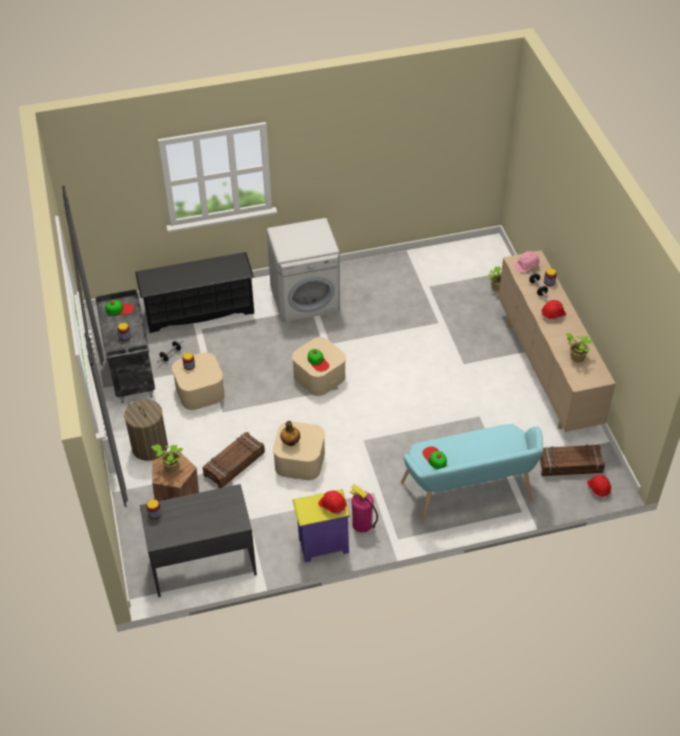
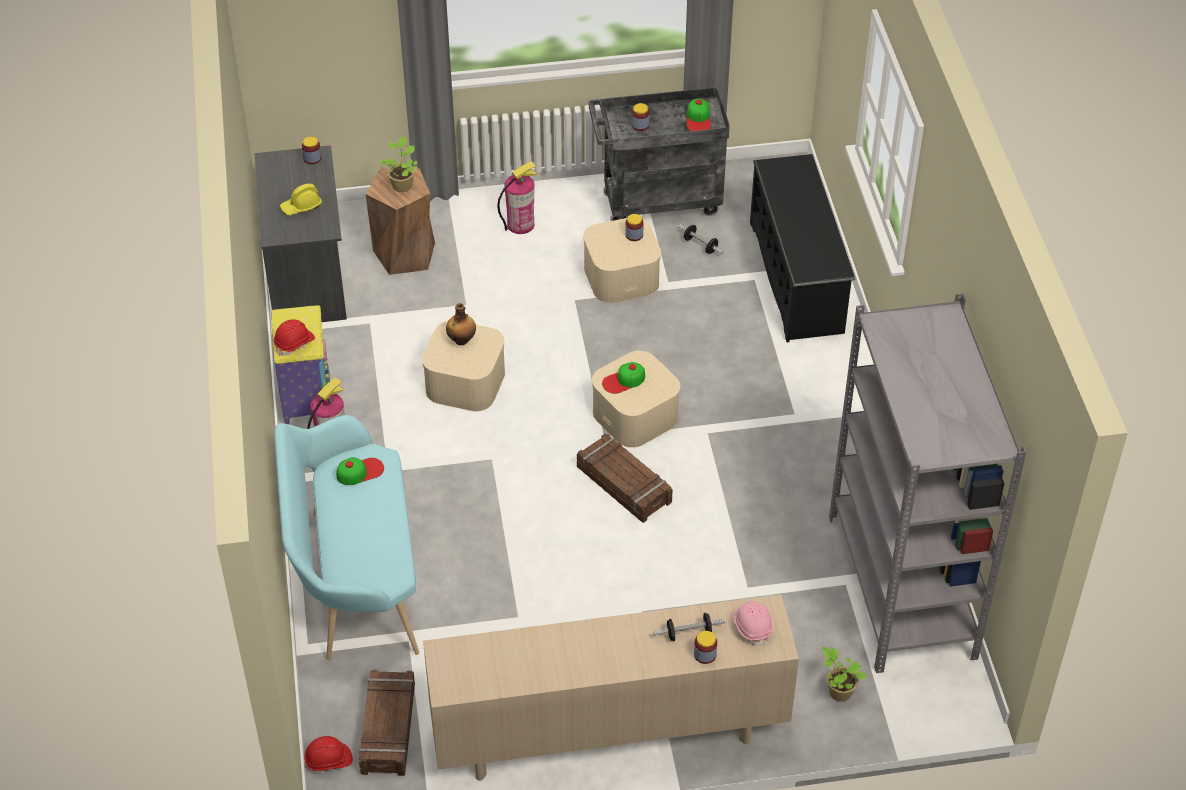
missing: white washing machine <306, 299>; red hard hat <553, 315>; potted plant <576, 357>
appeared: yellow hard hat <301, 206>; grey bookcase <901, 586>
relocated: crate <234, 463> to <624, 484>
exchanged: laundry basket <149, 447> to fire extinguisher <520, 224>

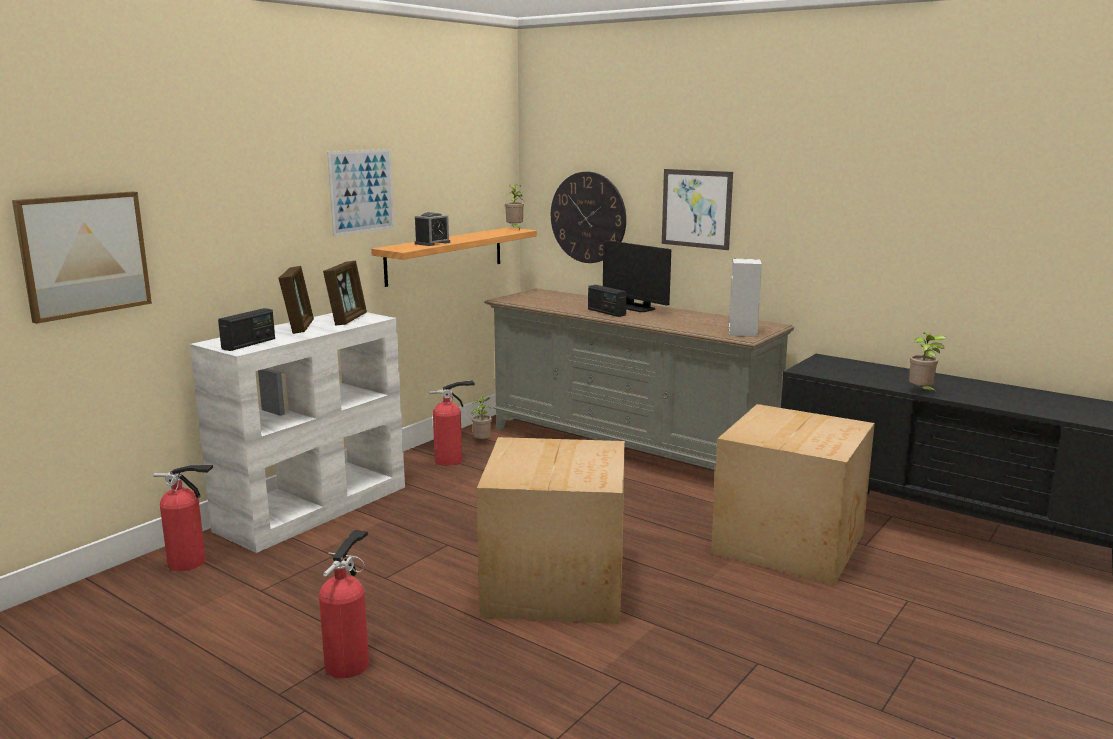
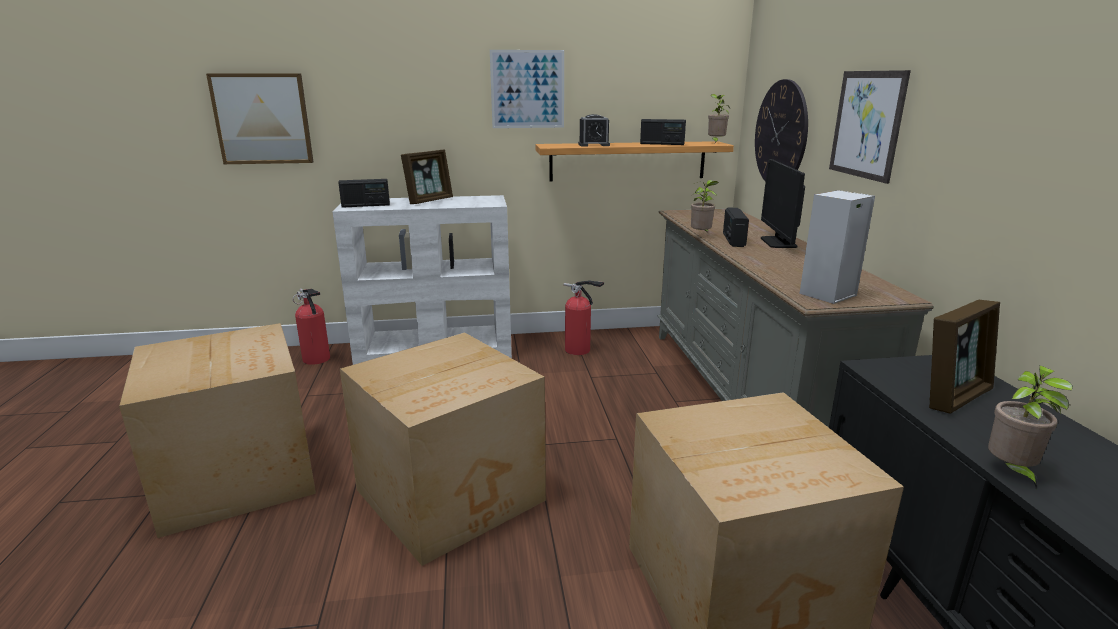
appeared: radio <662, 144>
relocated: picture frame <347, 319> to <954, 396>; potted plant <482, 442> to <701, 235>
exchanged: fire extinguisher <350, 662> to cardboard box <240, 474>

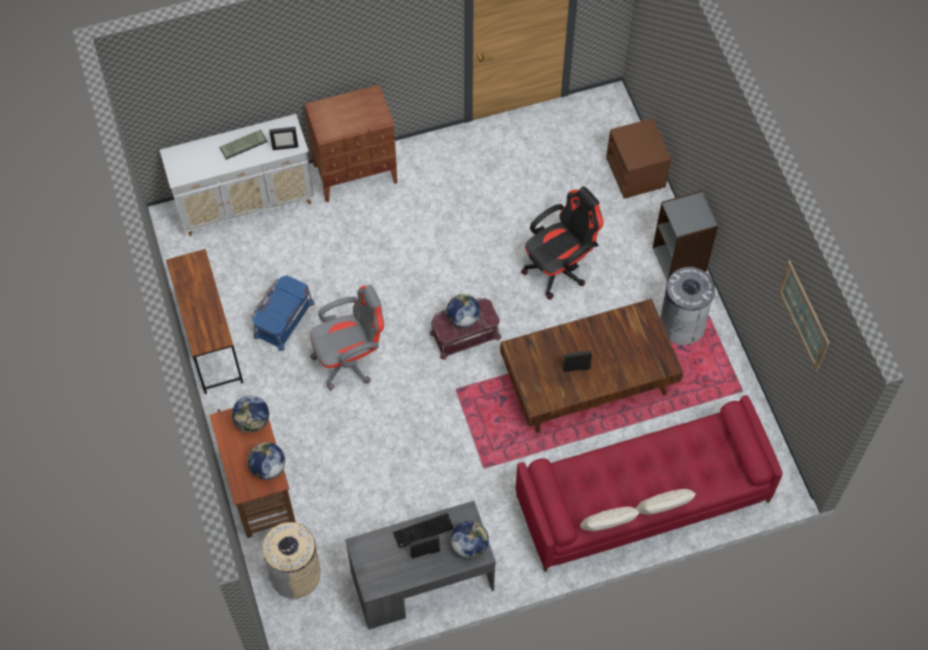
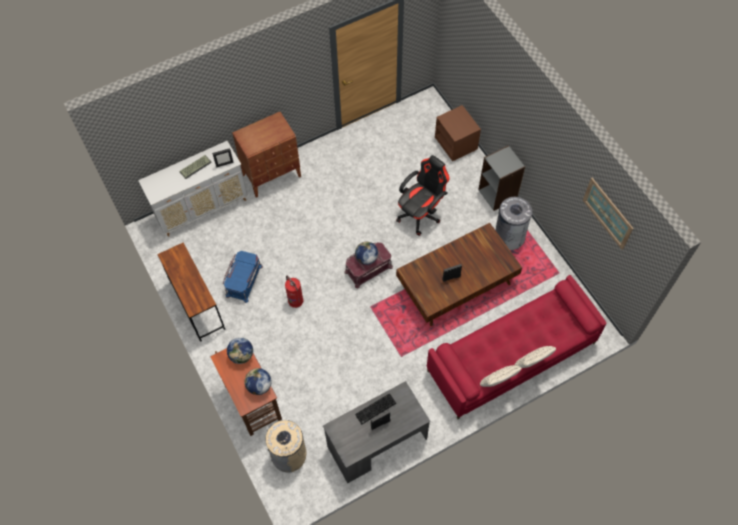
missing: globe <469, 545>
exchanged: grey office chair <350, 360> to fire extinguisher <295, 300>

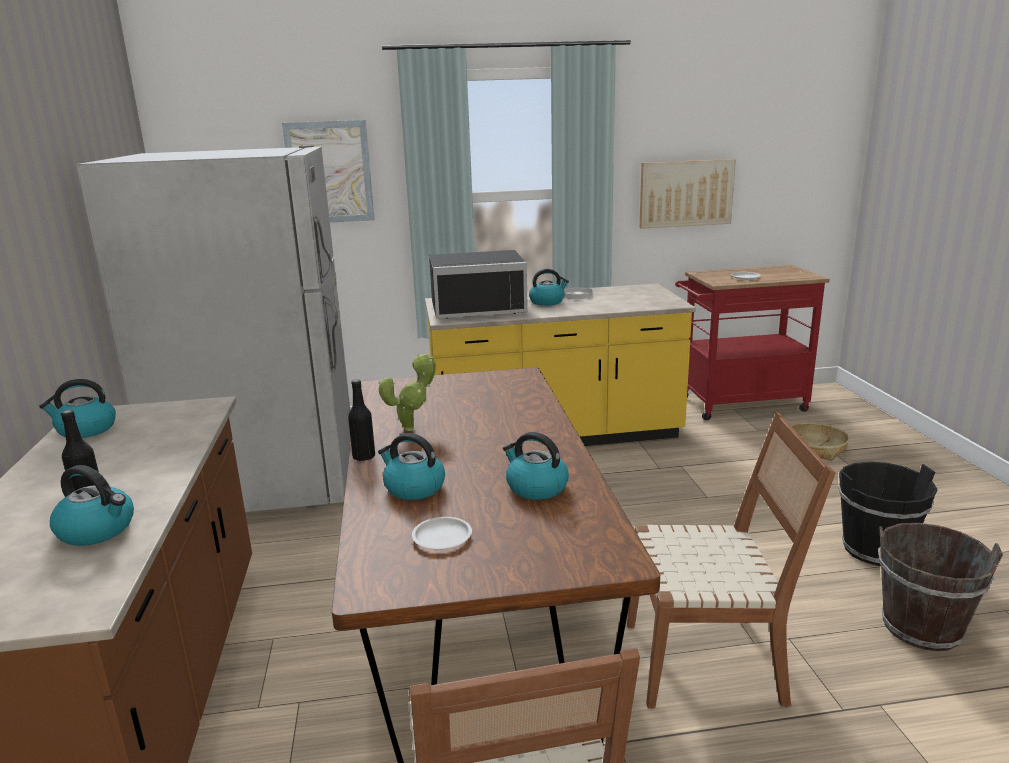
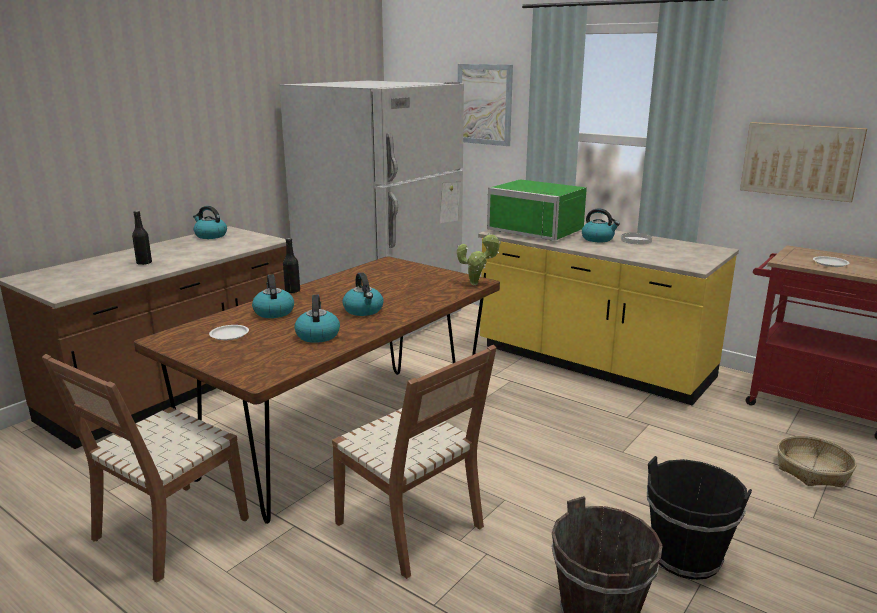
relocated: kettle <98, 530> to <364, 310>; potted plant <412, 427> to <476, 284>
colour: black microwave <478, 307> to green microwave <539, 230>

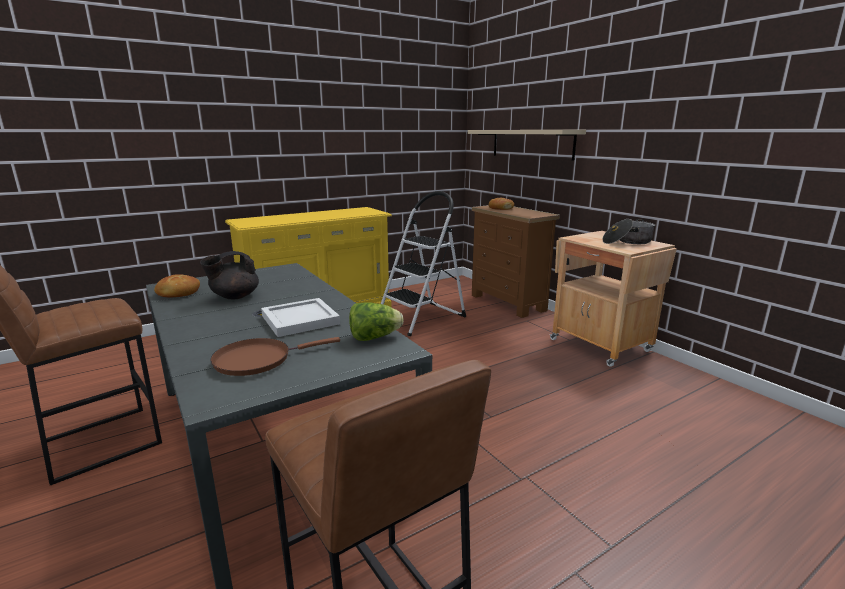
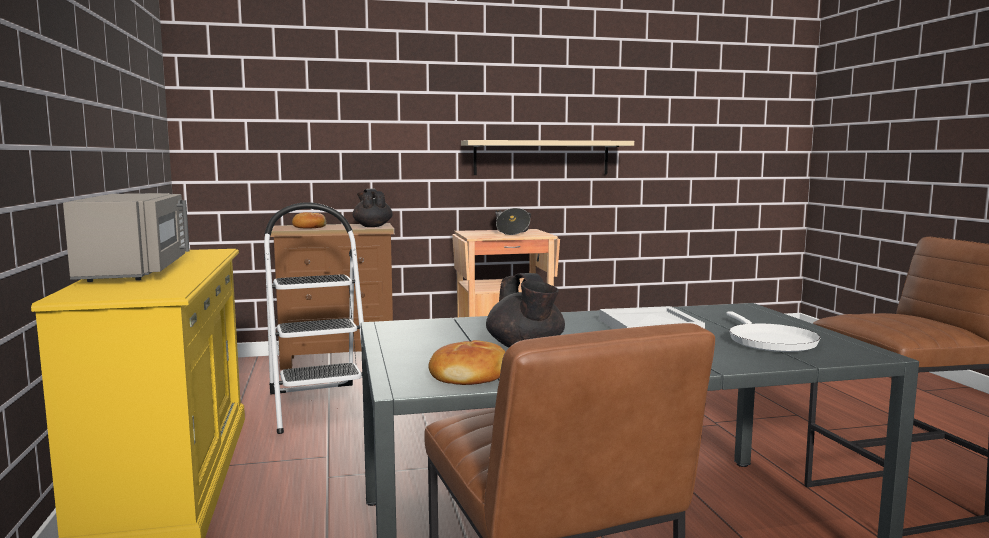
missing: lettuce <374, 337>
appeared: grey microwave <135, 271>; black teapot <372, 226>
relocated: beige shelf <531, 144> to <541, 158>
colour: brown frying pan <258, 360> to white frying pan <769, 341>

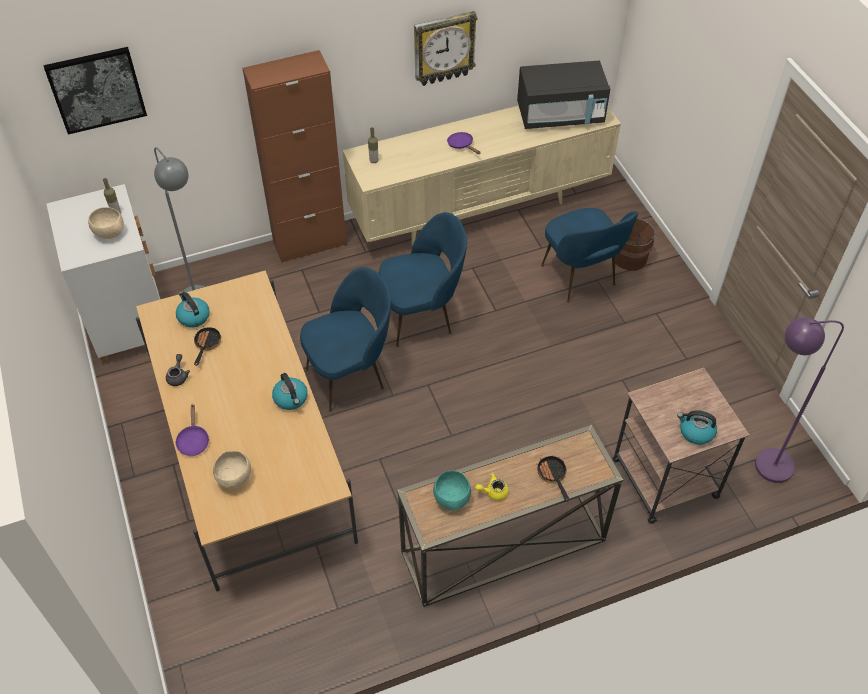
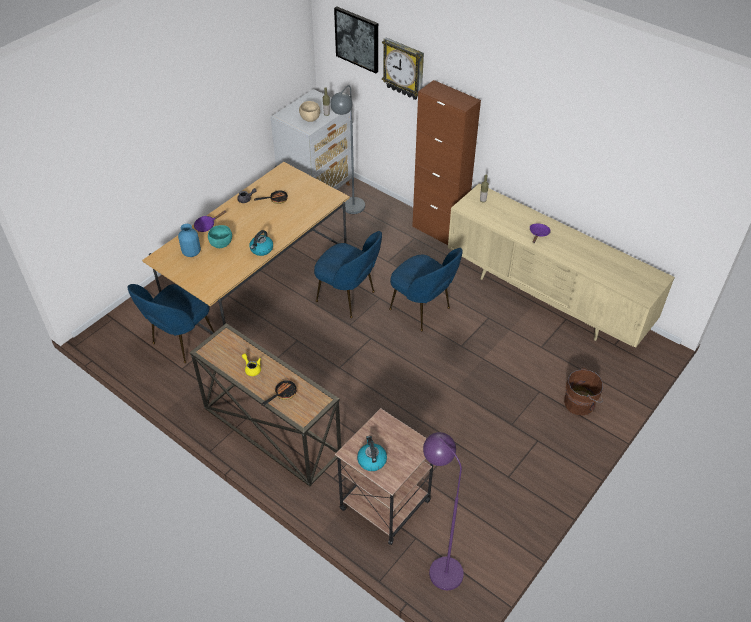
missing: kettle <193, 316>; black microwave <560, 115>
relocated: wall clock <443, 48> to <404, 69>; turquoise bowl <451, 499> to <221, 244>; blue chair <580, 279> to <180, 343>
exchanged: beige bowl <235, 478> to blue vase <192, 252>

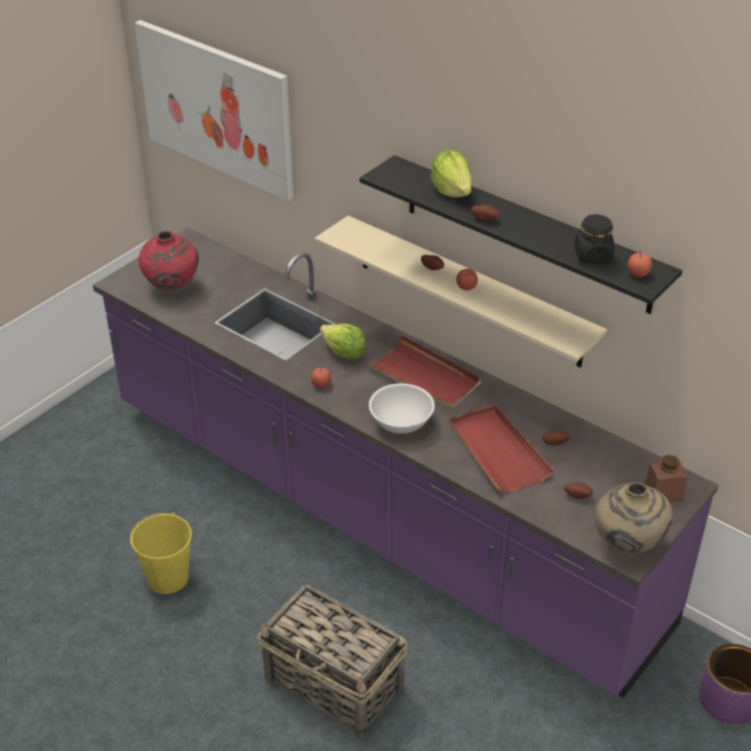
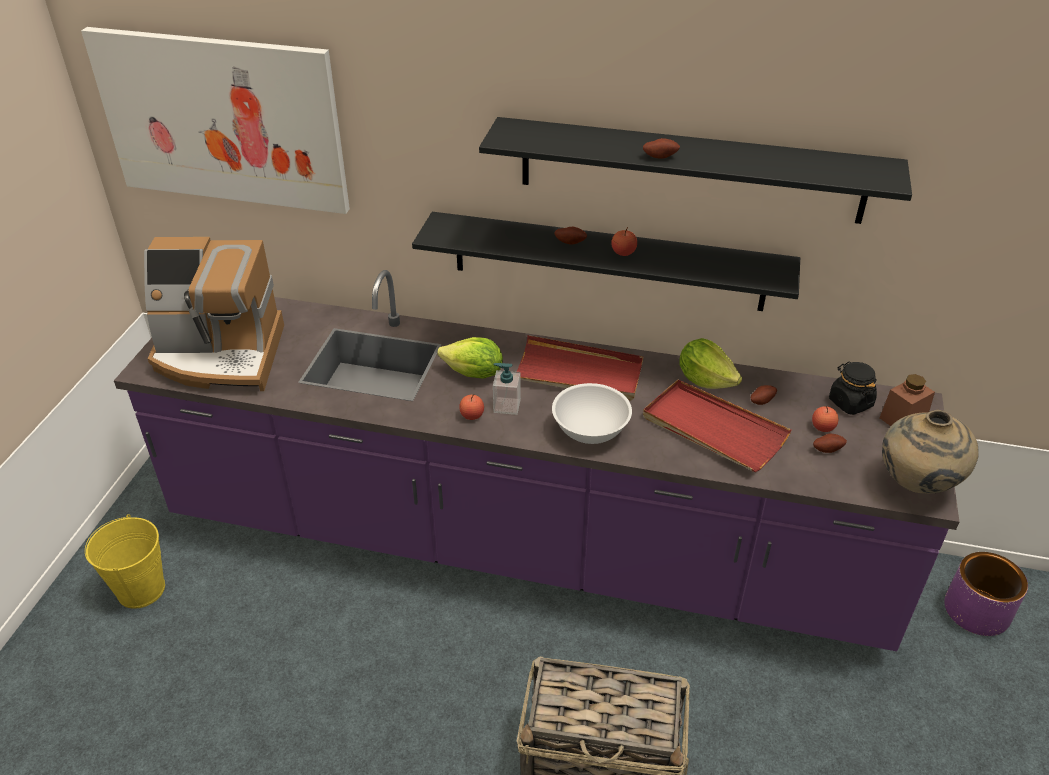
appeared: soap dispenser <506, 406>
relocated: yellow bucket <168, 578> to <141, 589>; lettuce <452, 190> to <705, 380>; black jar <592, 255> to <850, 402>; apple <638, 273> to <822, 427>
exchanged: red vase <172, 287> to coffee machine <220, 356>
colour: beige shelf <468, 291> to black shelf <607, 261>

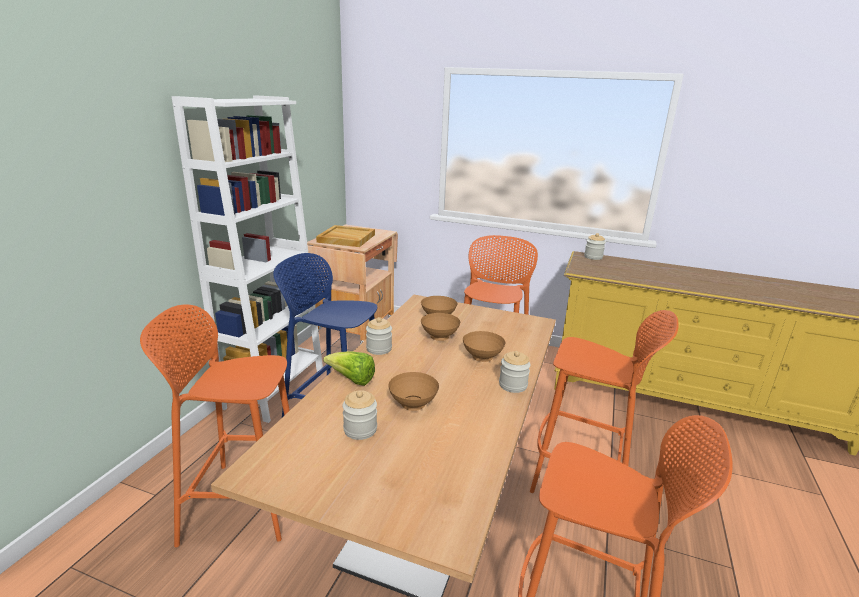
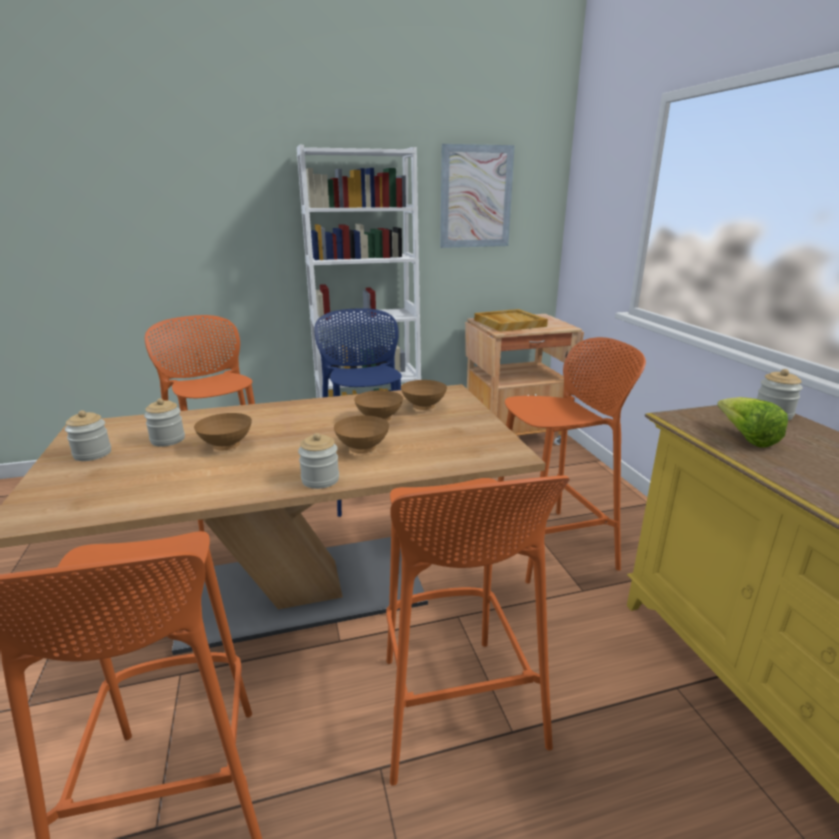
appeared: picture <476, 197>
relocated: lettuce <352, 380> to <746, 438>; jar <379, 349> to <92, 454>

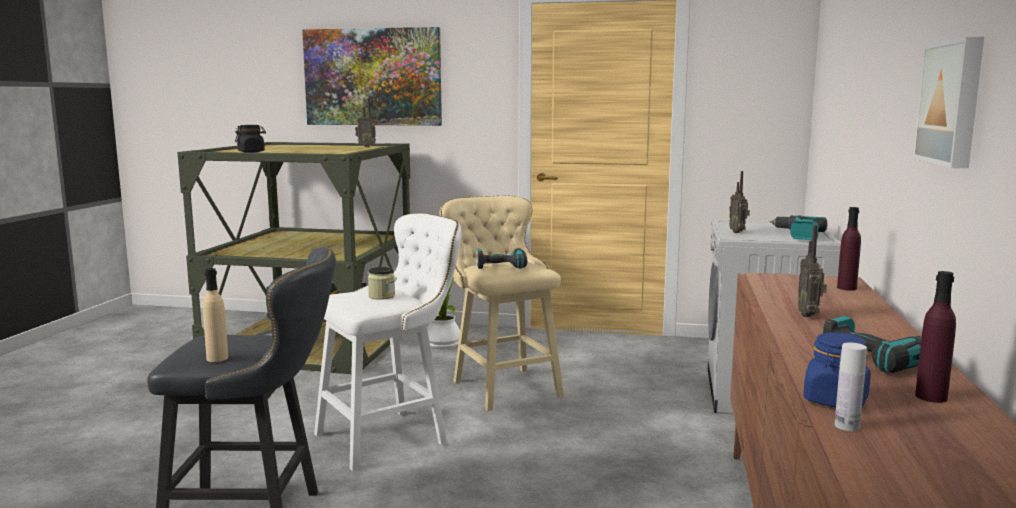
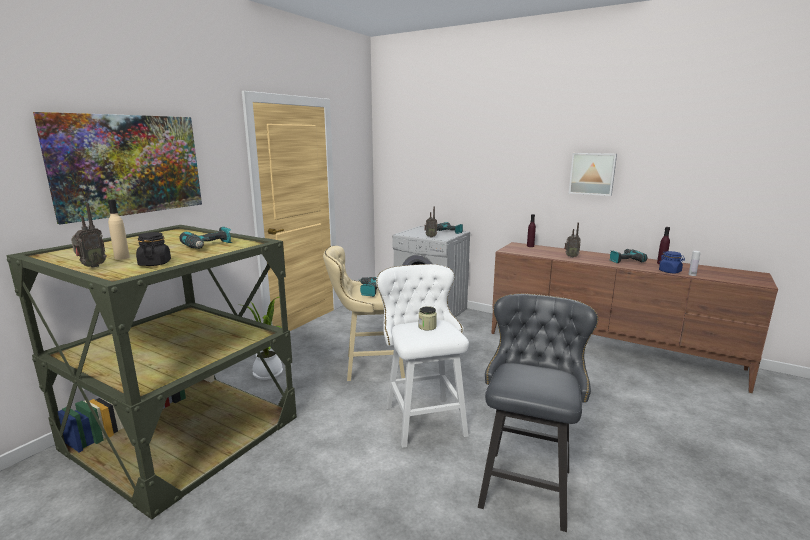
appeared: power drill <209, 246>
relocated: beige bottle <217, 358> to <122, 257>; radio <366, 147> to <91, 266>

